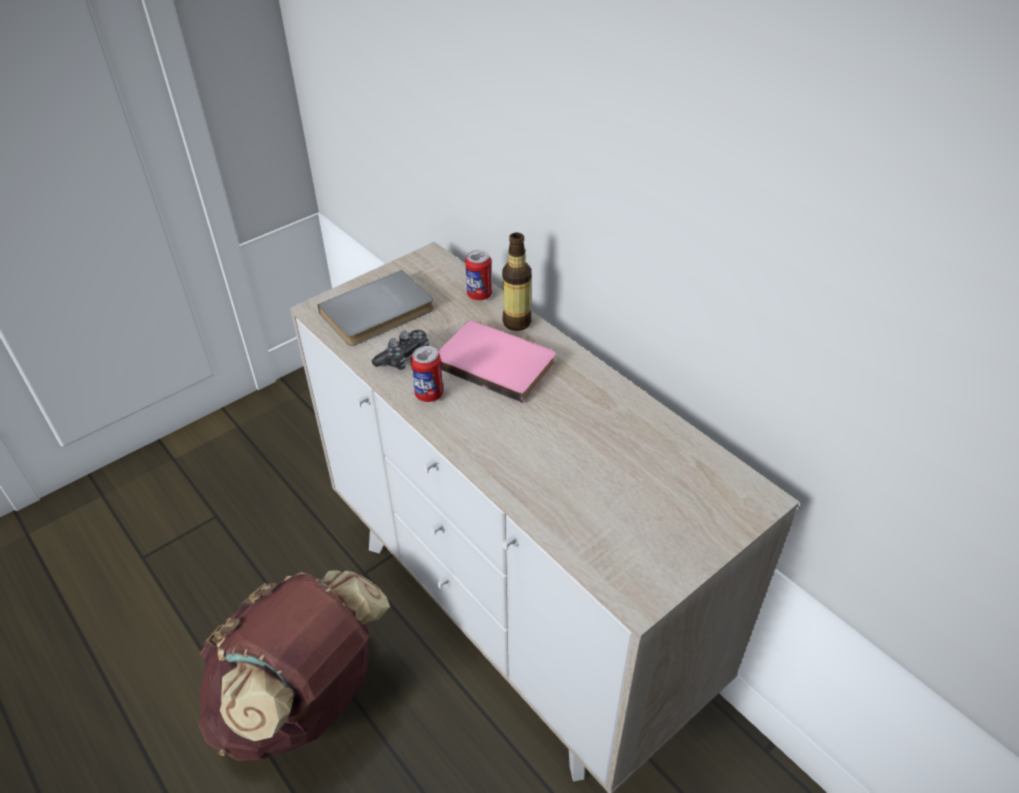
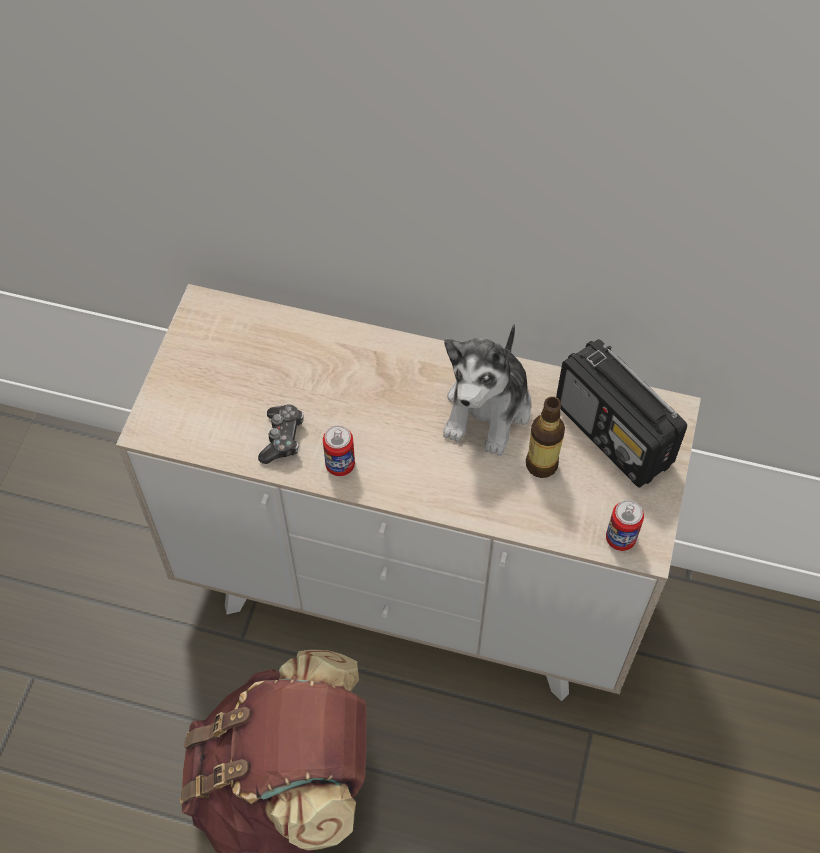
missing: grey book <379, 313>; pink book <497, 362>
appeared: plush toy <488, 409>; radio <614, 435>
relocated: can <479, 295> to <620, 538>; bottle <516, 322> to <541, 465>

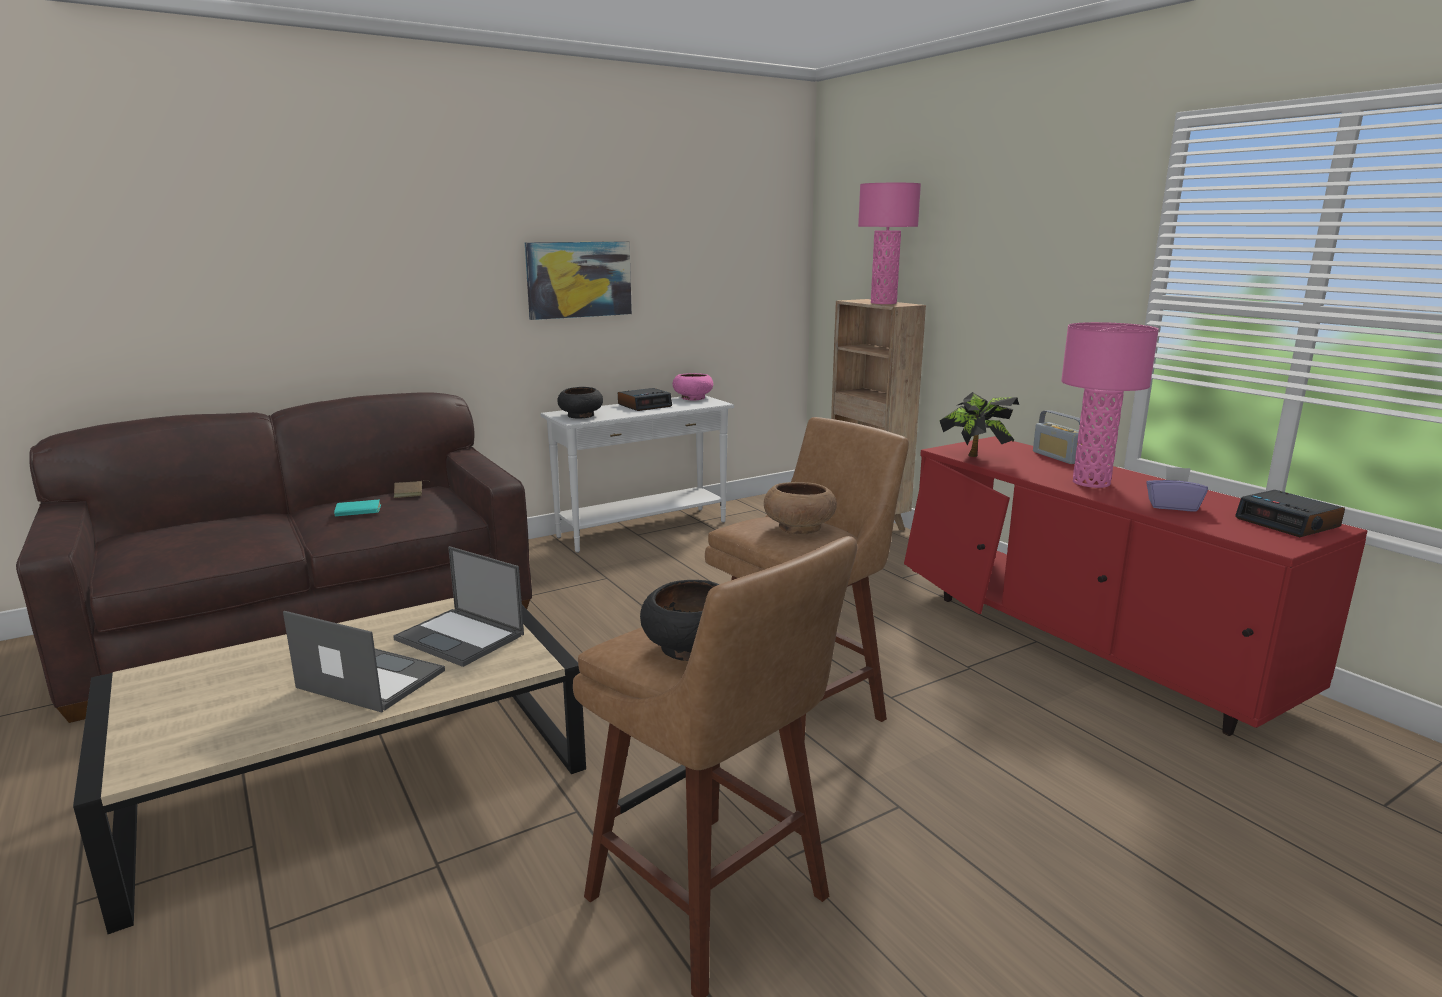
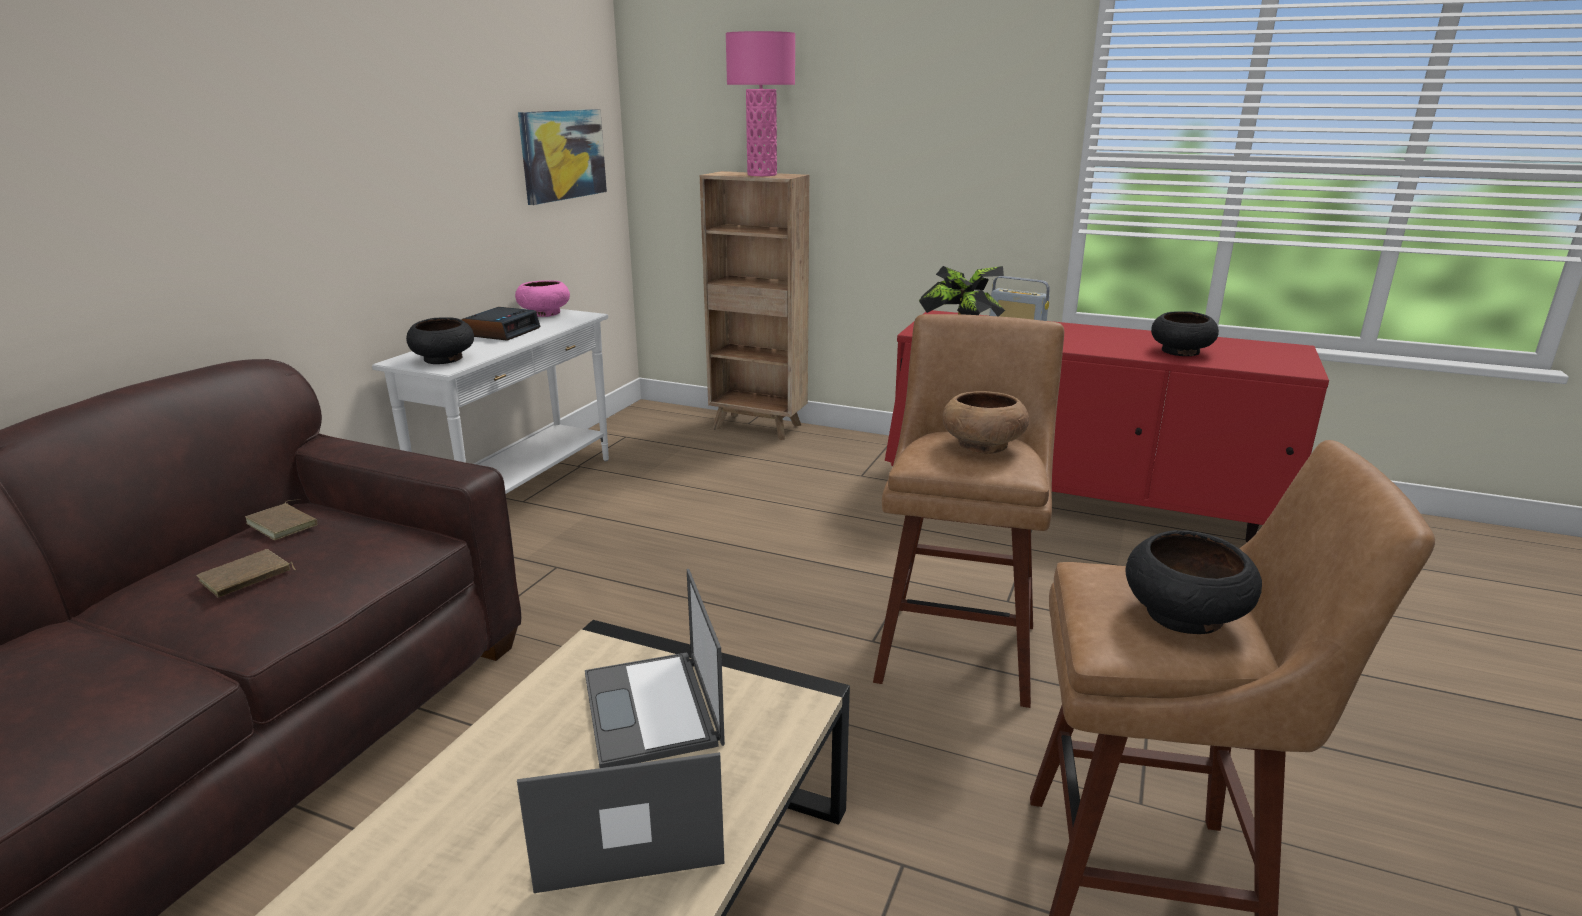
missing: pink table lamp <1092, 482>; alarm clock <1288, 523>
relocated: picture <579, 279> to <562, 155>
exchanged: purple tissue box <1172, 506> to black bowl <1181, 352>
colour: turquoise book <358, 511> to brown book <246, 578>
spun: laptop <461, 637> = <652, 710> 75 degrees clockwise

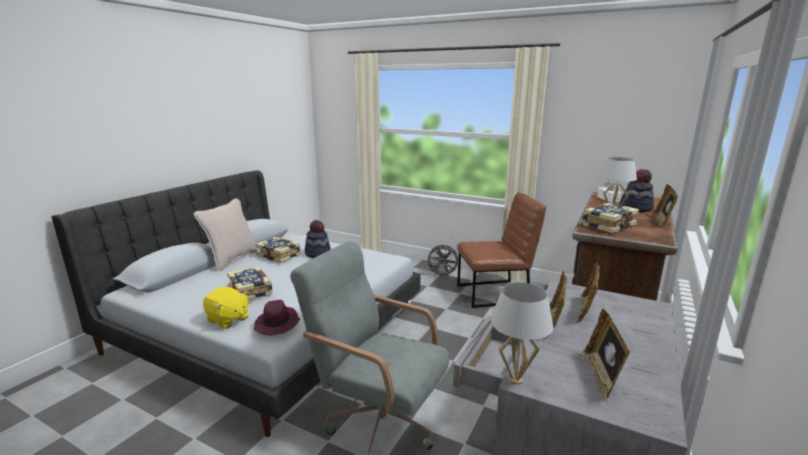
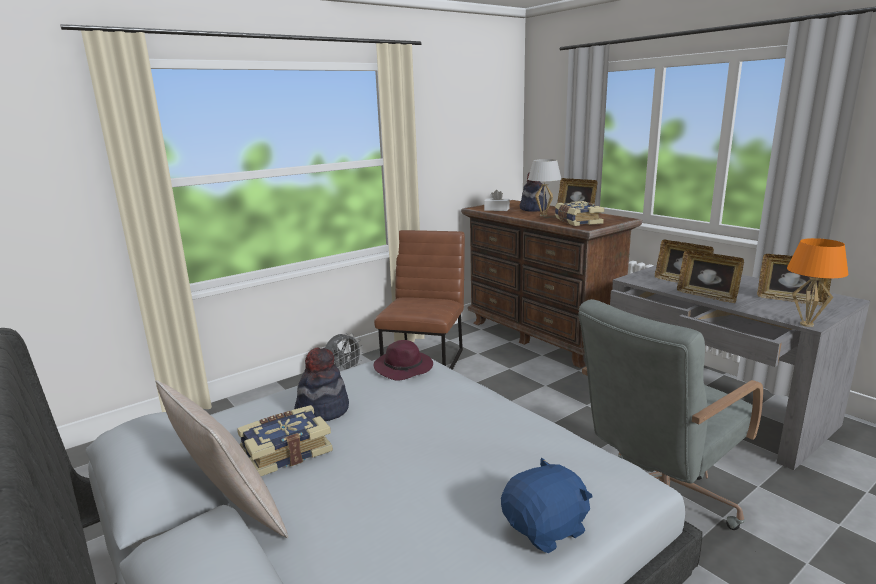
missing: book <251, 291>
relocated: purple hat <277, 324> to <404, 368>
colour: yellow plush toy <228, 320> to blue plush toy <546, 528>; white table lamp <515, 379> to orange table lamp <806, 324>

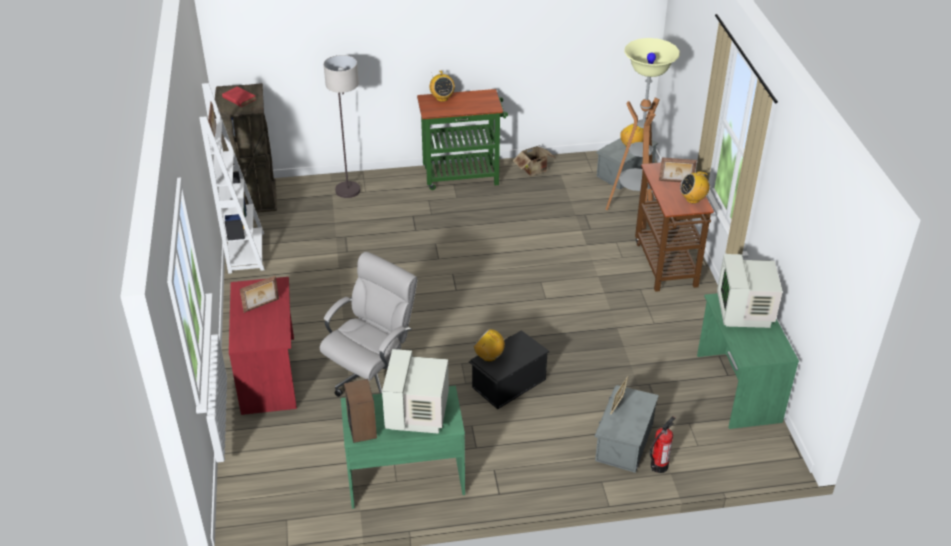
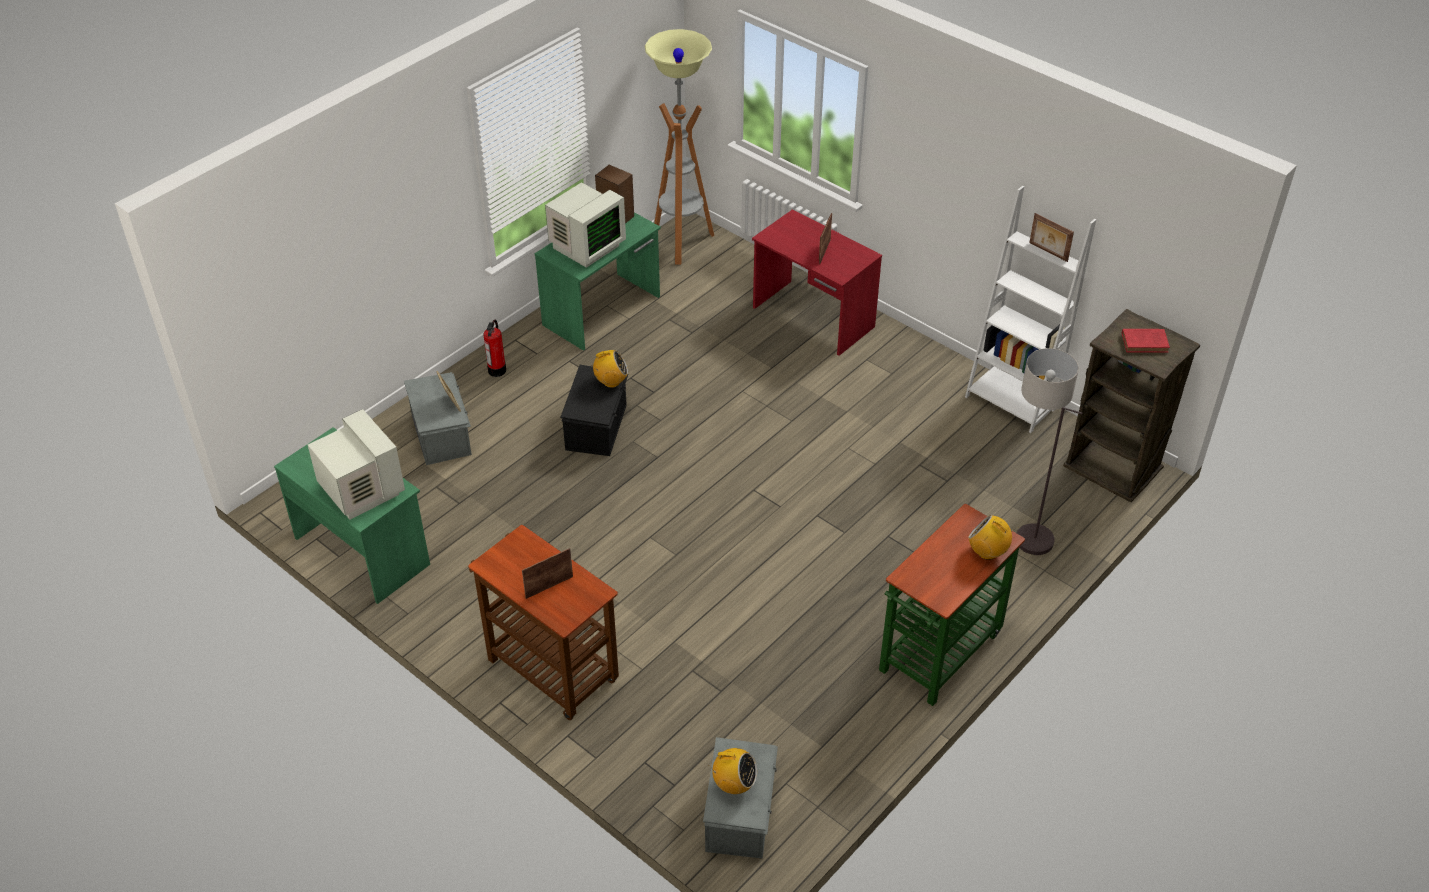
missing: grey office chair <373, 376>; cardboard box <535, 171>; radio <693, 199>
relocated: floor lamp <633, 213> to <681, 243>; fire extinguisher <659, 466> to <497, 370>
spun: monitor <418, 413> = <585, 246> 75 degrees clockwise

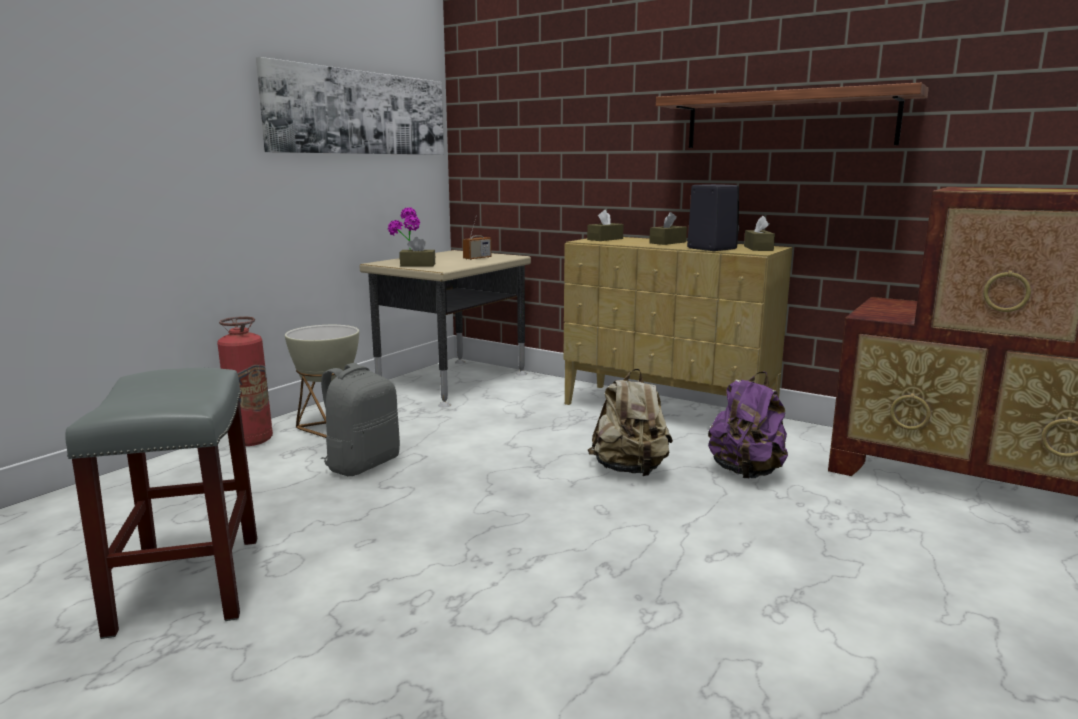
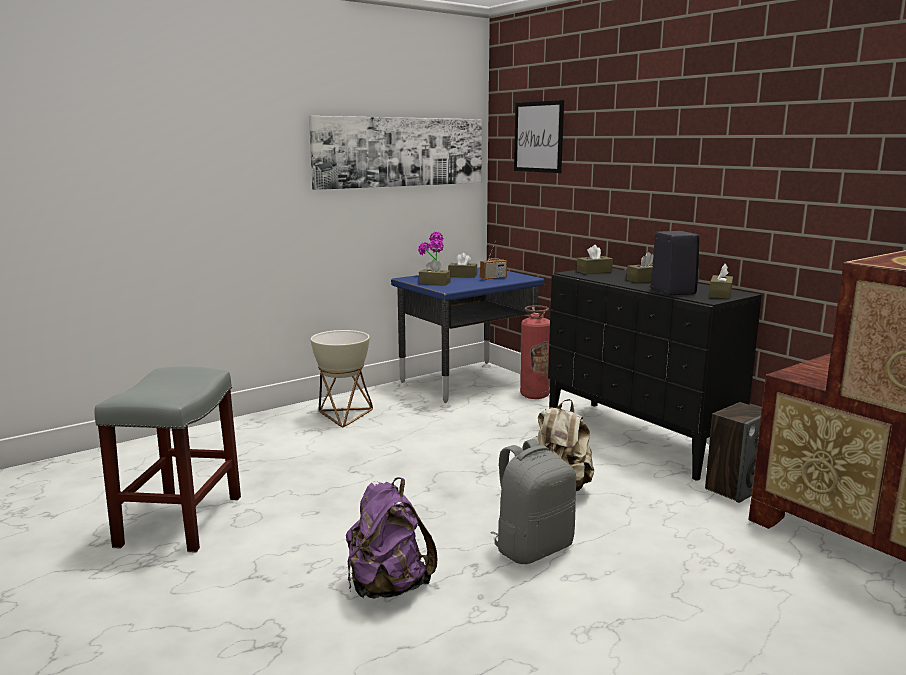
missing: shelf <788, 120>
appeared: brown tissue box <462, 276>; picture <538, 137>; speaker <735, 488>
relocated: fire extinguisher <251, 440> to <534, 395>; grey backpack <362, 464> to <532, 548>; purple backpack <746, 472> to <387, 587>
colour: beige desk <452, 381> to blue desk <467, 384>; beige dresser <667, 412> to black dresser <638, 439>

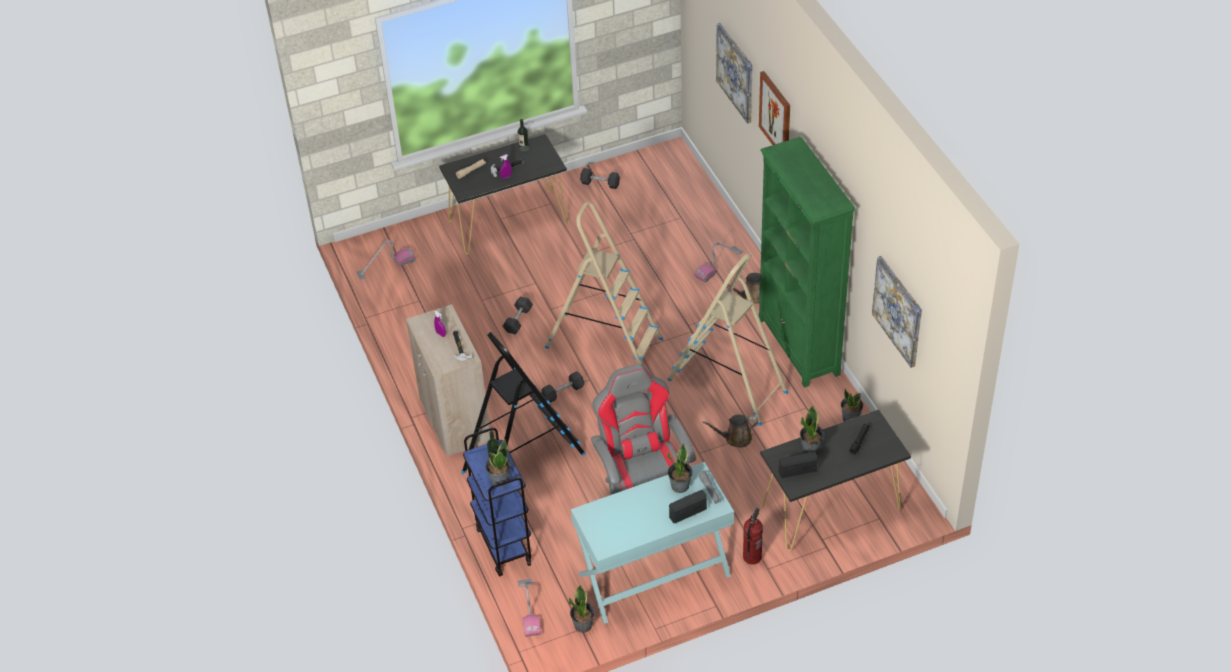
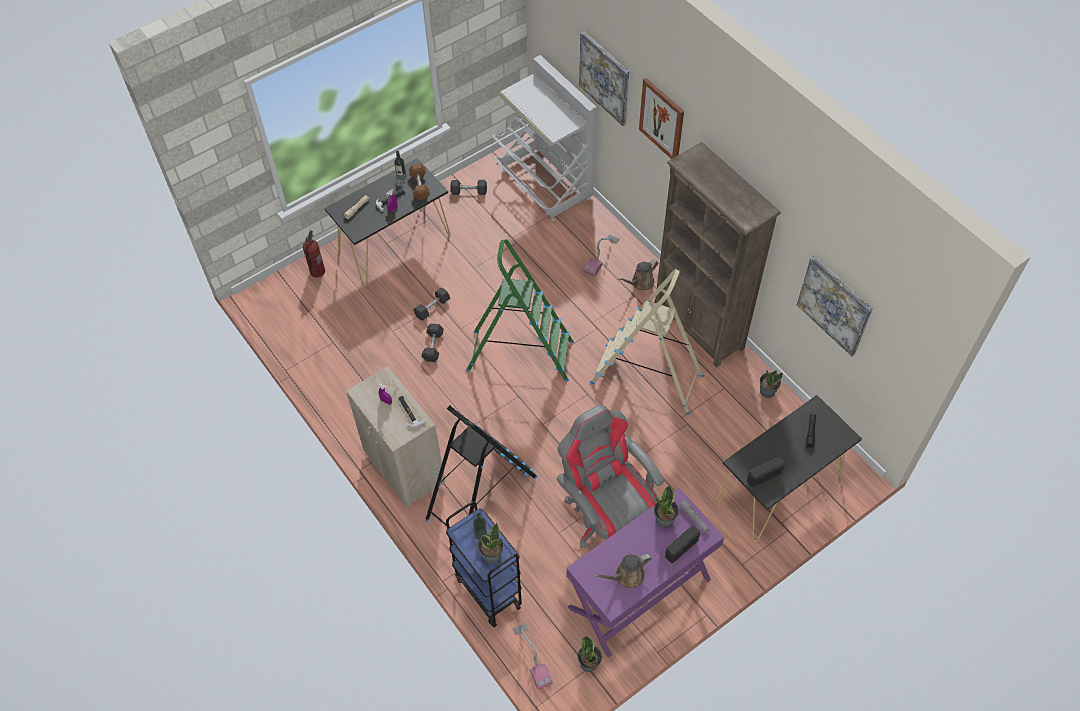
missing: vacuum cleaner <386, 266>; potted plant <811, 448>
appeared: brown dumbbell <419, 186>; white shoe rack <543, 185>
relocated: grey dumbbell <563, 392> to <432, 308>; brown watering can <735, 438> to <626, 576>; fire extinguisher <751, 557> to <317, 271>
colour: beige step ladder <604, 343> to green step ladder <521, 355>; turquoise desk <654, 575> to purple desk <640, 593>; green bookcase <799, 347> to brown bookcase <699, 326>

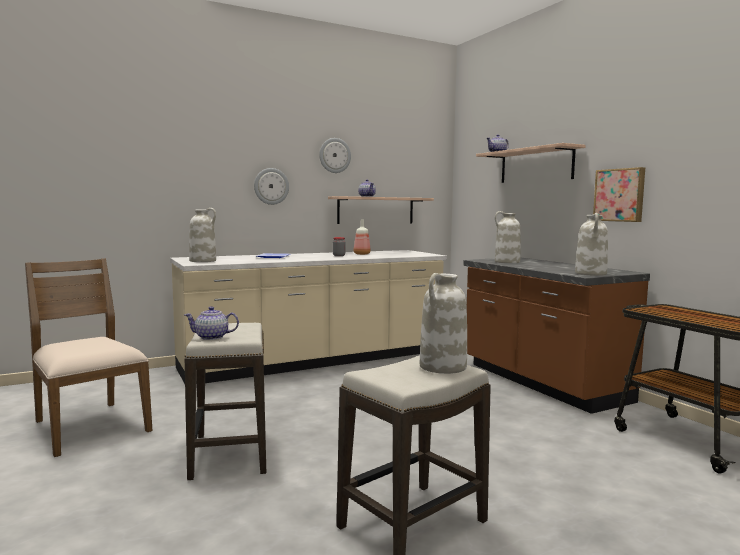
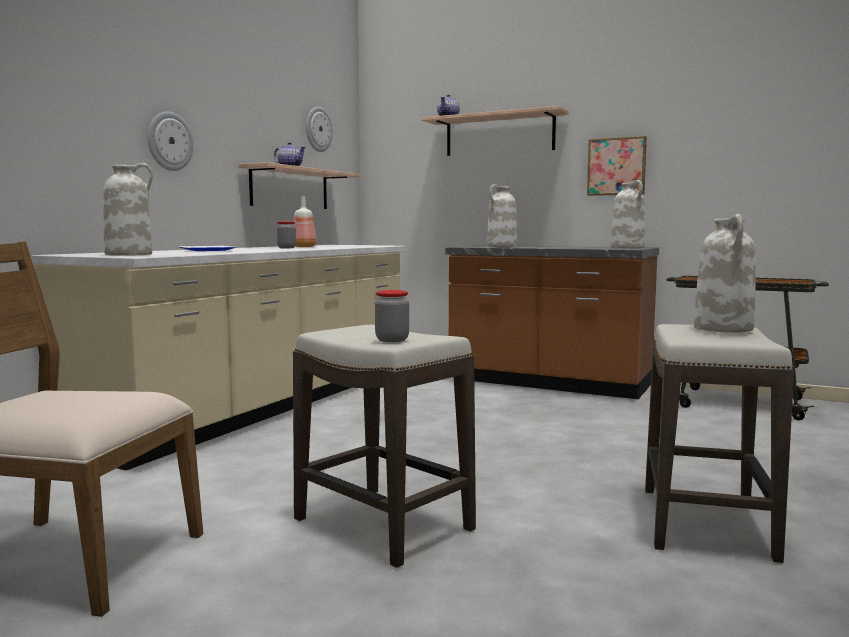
relocated: wall clock <334, 155> to <318, 129>
exchanged: teapot <212, 337> to jar <392, 340>

